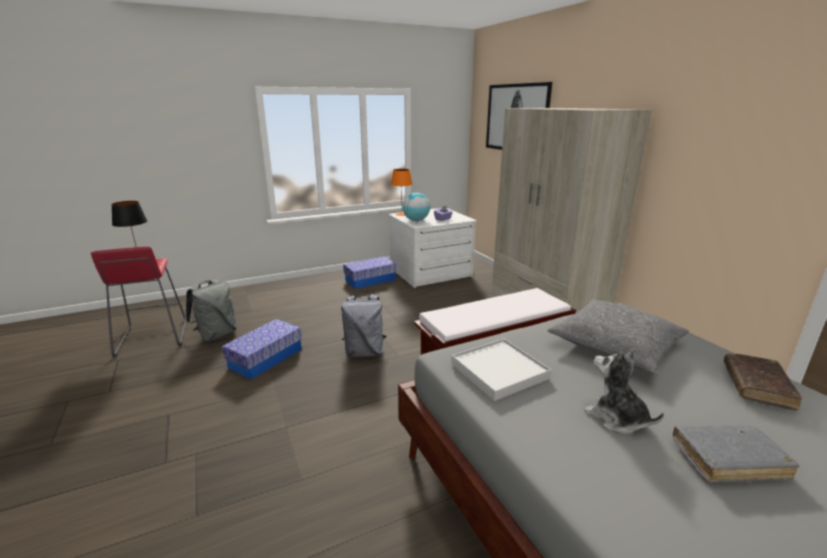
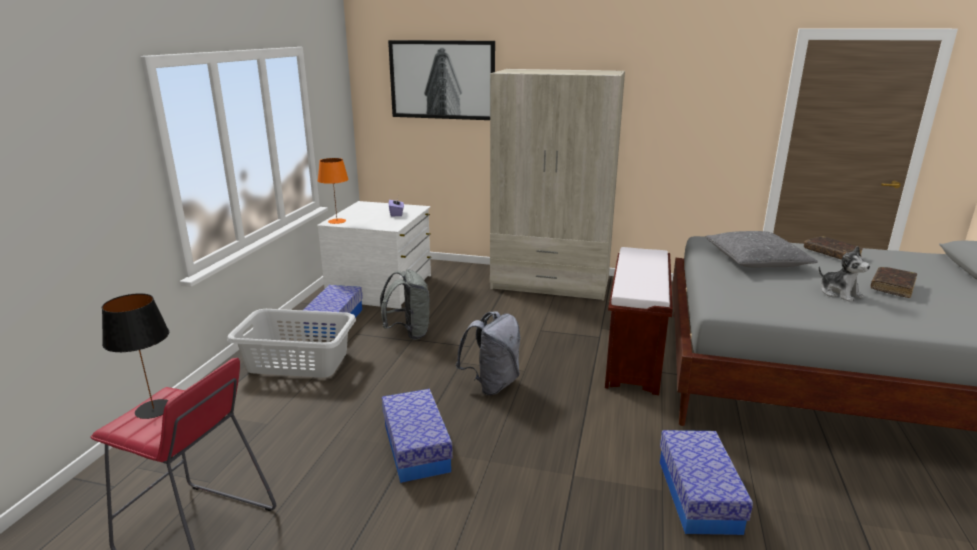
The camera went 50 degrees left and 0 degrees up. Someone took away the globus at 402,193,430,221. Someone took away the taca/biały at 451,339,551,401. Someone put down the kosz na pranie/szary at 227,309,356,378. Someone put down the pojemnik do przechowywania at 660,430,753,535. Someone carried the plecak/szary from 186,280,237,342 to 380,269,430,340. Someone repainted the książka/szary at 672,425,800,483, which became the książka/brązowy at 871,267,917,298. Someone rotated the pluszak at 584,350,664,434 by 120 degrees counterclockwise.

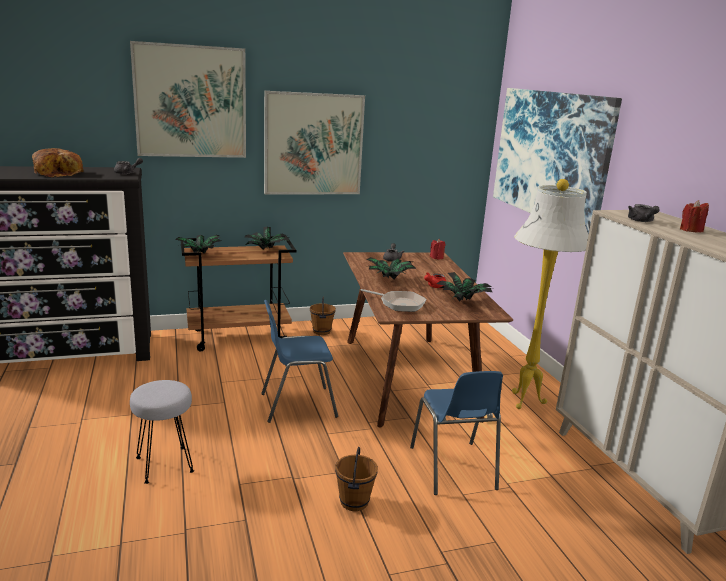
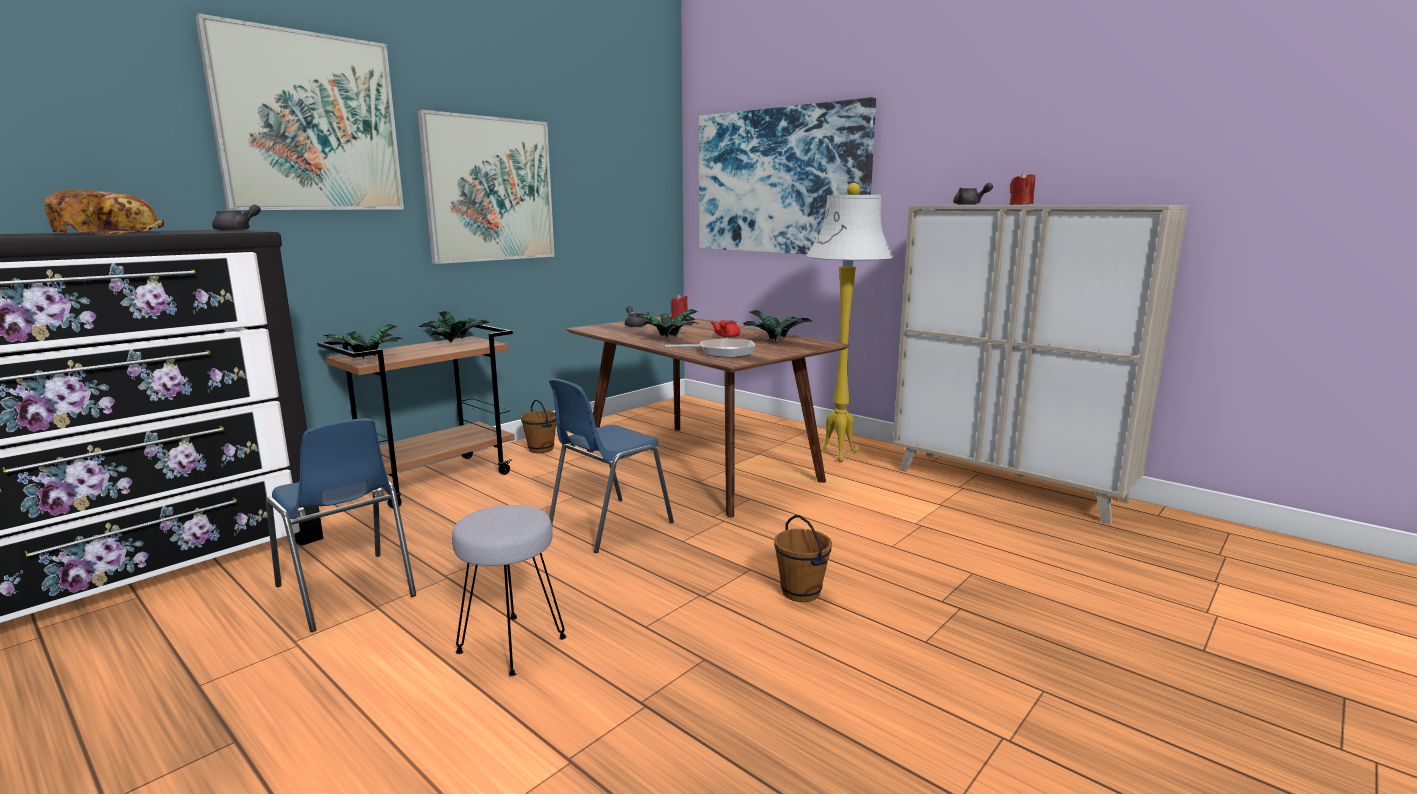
The camera went 30 degrees left and 5 degrees down. Someone carried the krzesło/niebieski from 410,371,503,495 to 266,418,416,632.

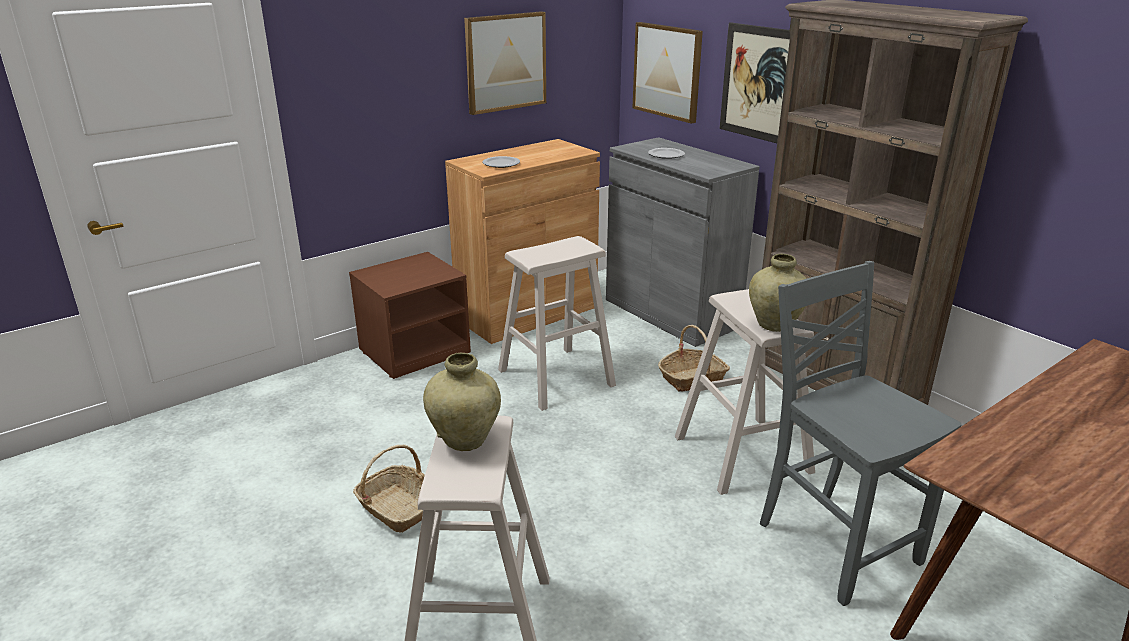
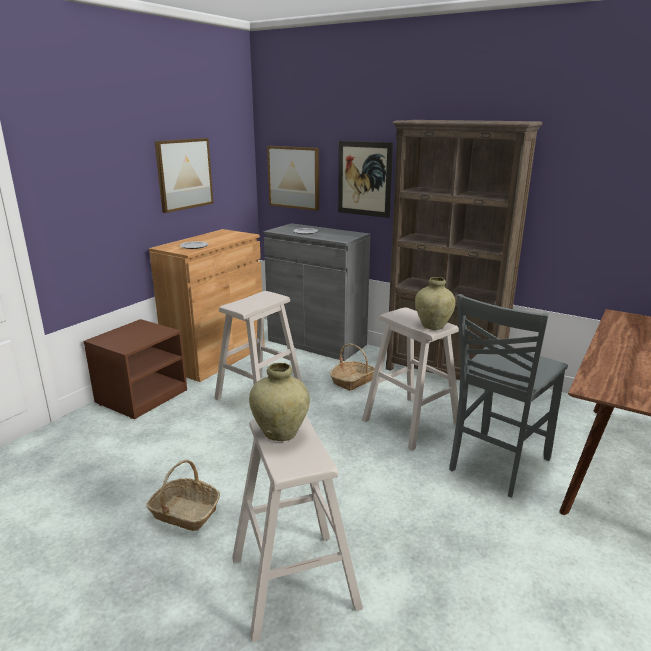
The camera went 20 degrees left and 5 degrees down. Someone rotated the krzesło/szary at 760,261,962,606 by 90 degrees counterclockwise.

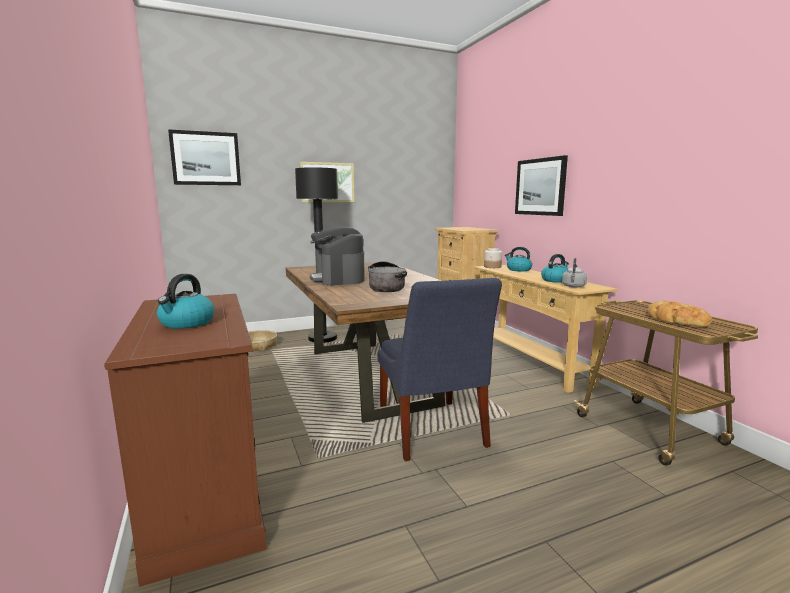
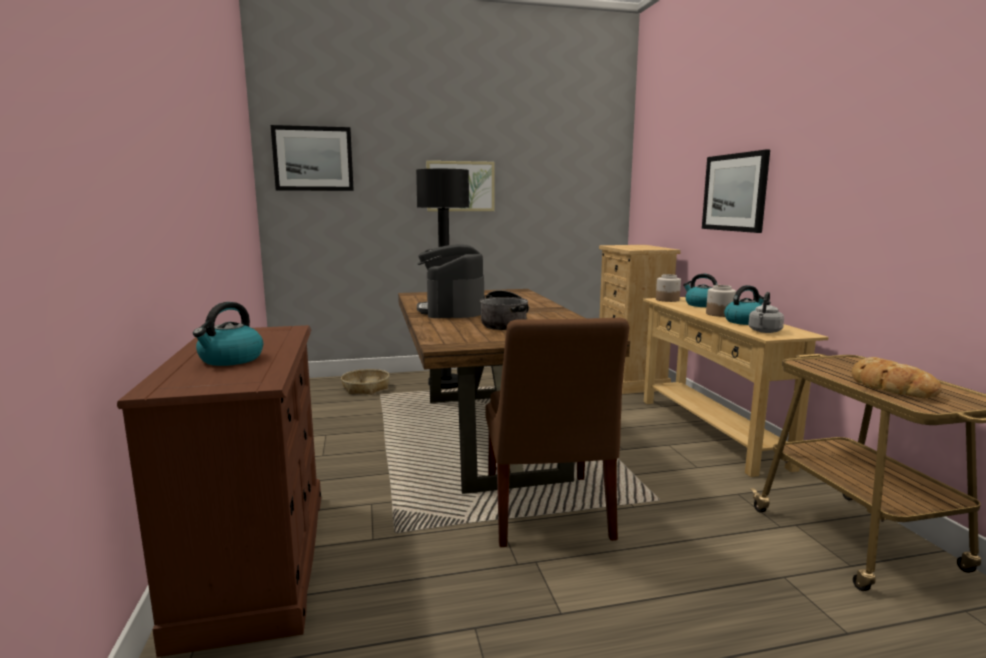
The camera went 10 degrees right and 0 degrees up. Someone put down the słoik at 706,285,736,317. Someone repainted the krzesło/niebieski at 378,278,502,461, which became the krzesło/brązowy at 486,318,630,547.

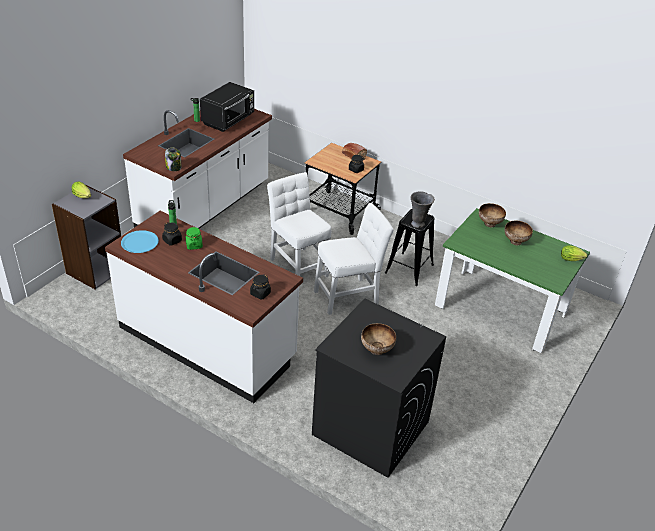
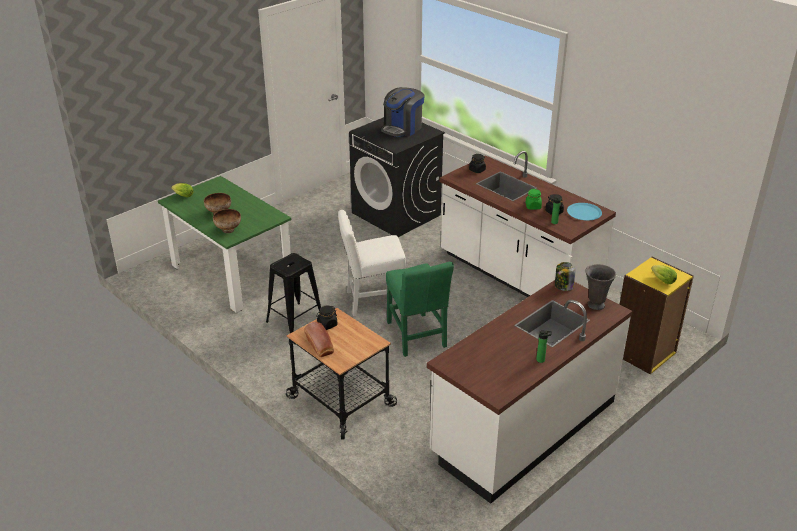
The camera went 165 degrees left and 5 degrees down. Someone took away the mikrofalówka/czarny at 200,82,254,132. Someone carried the wazon/szary from 410,191,435,228 to 585,264,616,310. Someone swapped the miska at 361,323,396,355 for the ekspres do kawy at 381,87,424,137. Someone repainted the regał/szary at 52,185,121,289, which became the regał/żółty at 619,257,694,375. Someone repainted the krzesło/biały at 267,172,331,287, which became the krzesło/zielony at 386,262,454,357.

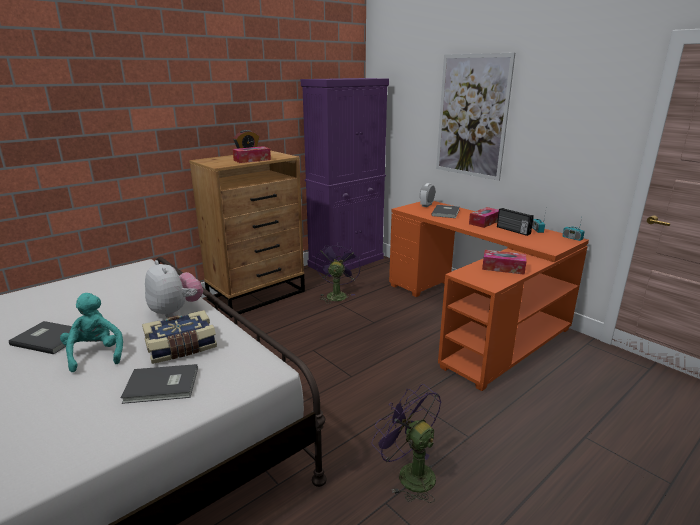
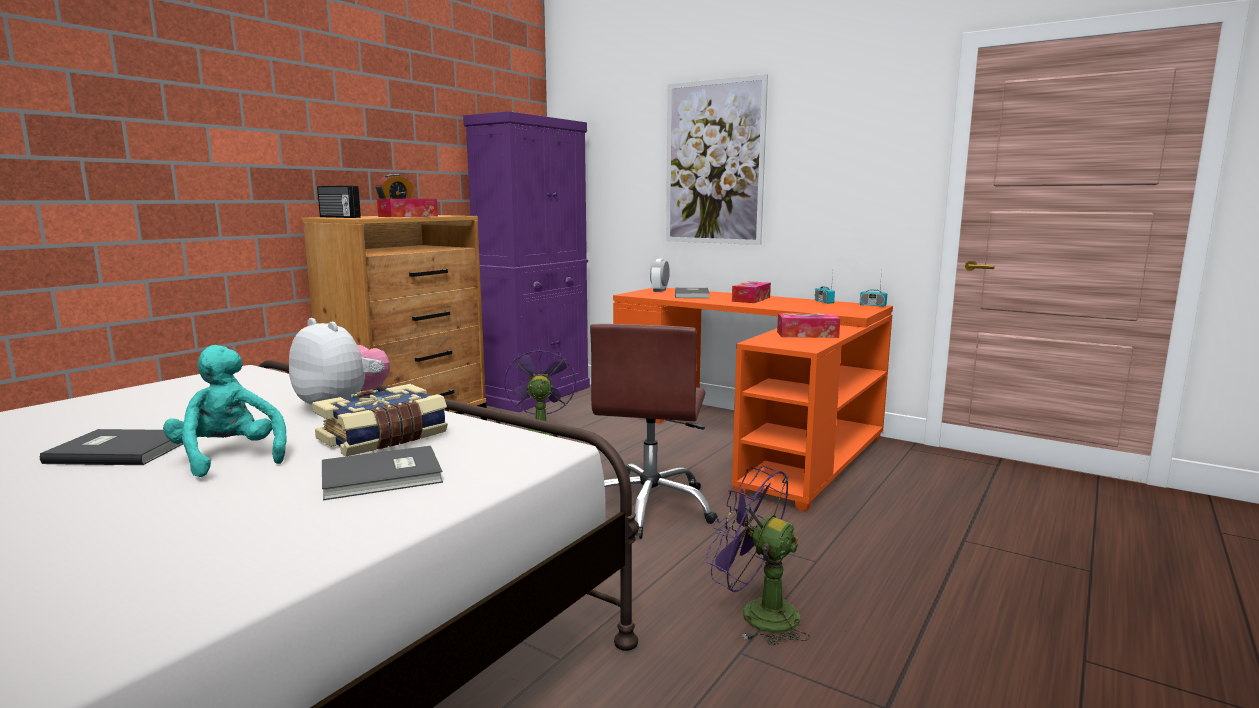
The camera went 15 degrees left and 10 degrees down. Someone put down the krzesło biurowe/brązowy at 590,324,718,539. Someone carried the radio from 497,208,534,236 to 317,186,361,218.

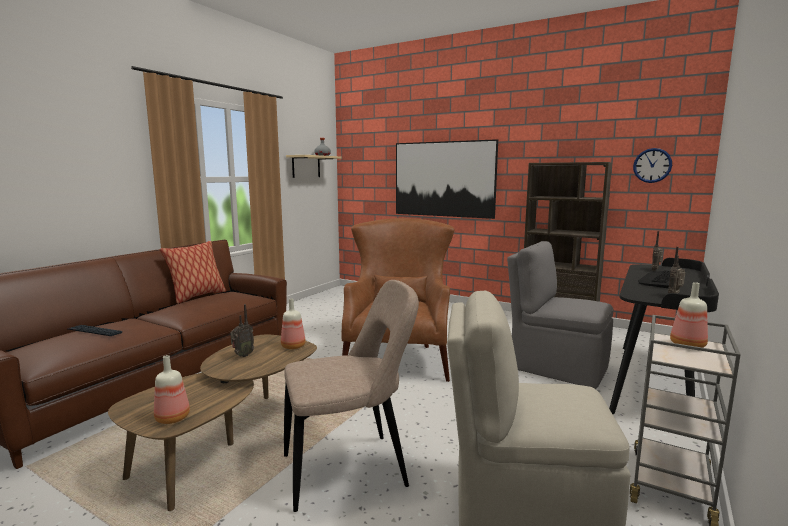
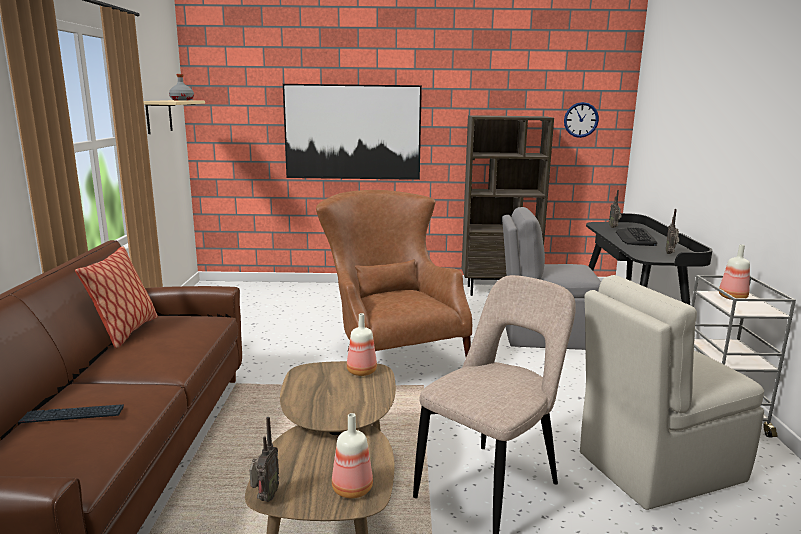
The camera went 30 degrees left and 5 degrees up. Someone carried the radio from 230,304,254,357 to 250,417,279,502.

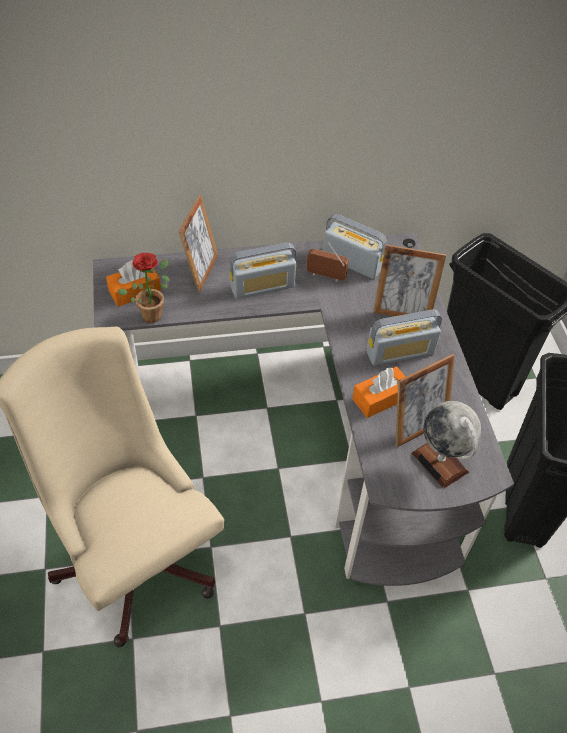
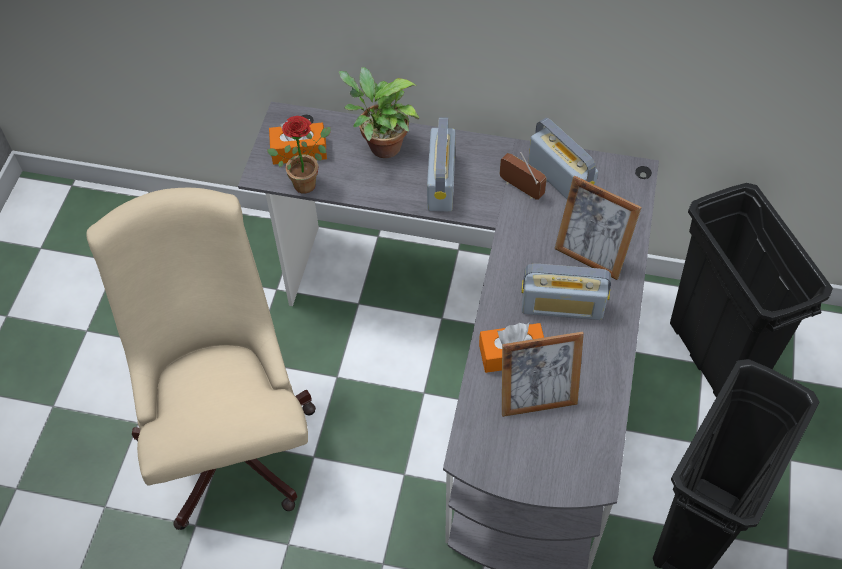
The camera went 25 degrees right and 5 degrees up. Someone took away the globus at 412,401,481,488. Someone swapped the ramka na zdjęcie at 179,195,218,292 for the roślina doniczkowa at 339,67,419,158. Someone rotated the radio at 229,243,296,299 by 90 degrees counterclockwise.

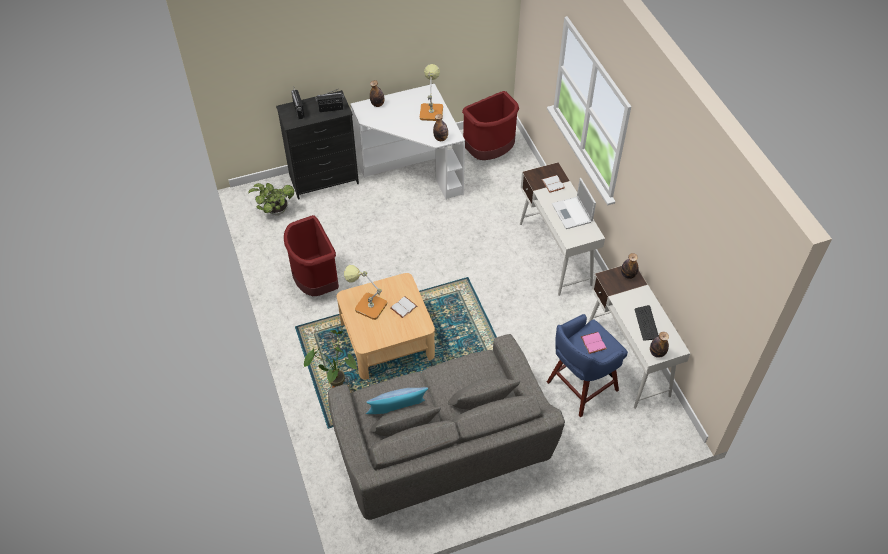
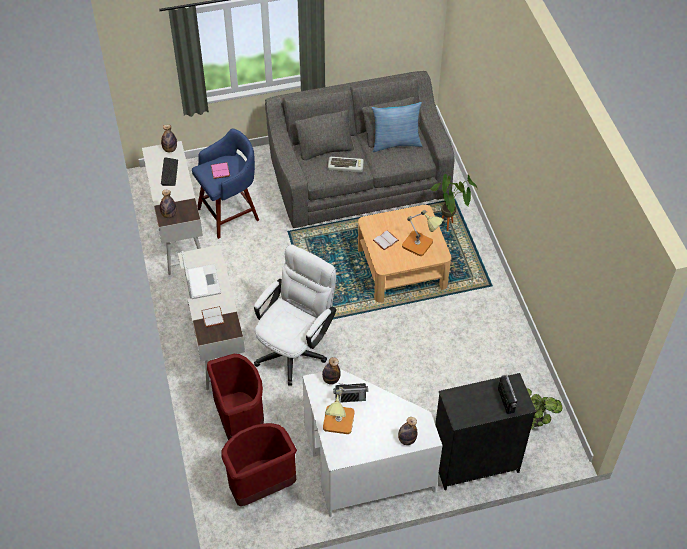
The camera went 175 degrees left and 0 degrees up. Someone put down the krzesło biurowe/biały at 254,244,337,386. Someone put down the klawiatura at 328,157,364,173. Someone carried the kosz na śmieci/czerwony from 284,215,339,296 to 207,354,264,440. Someone carried the radio from 315,89,344,112 to 333,383,368,402.

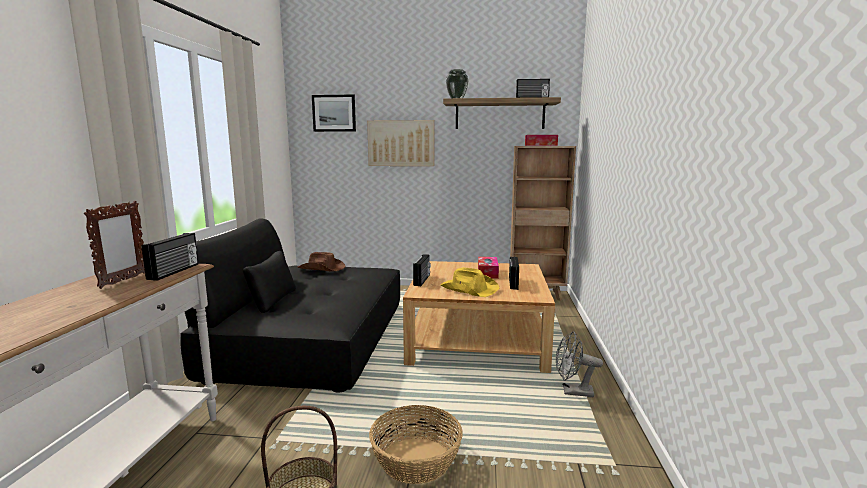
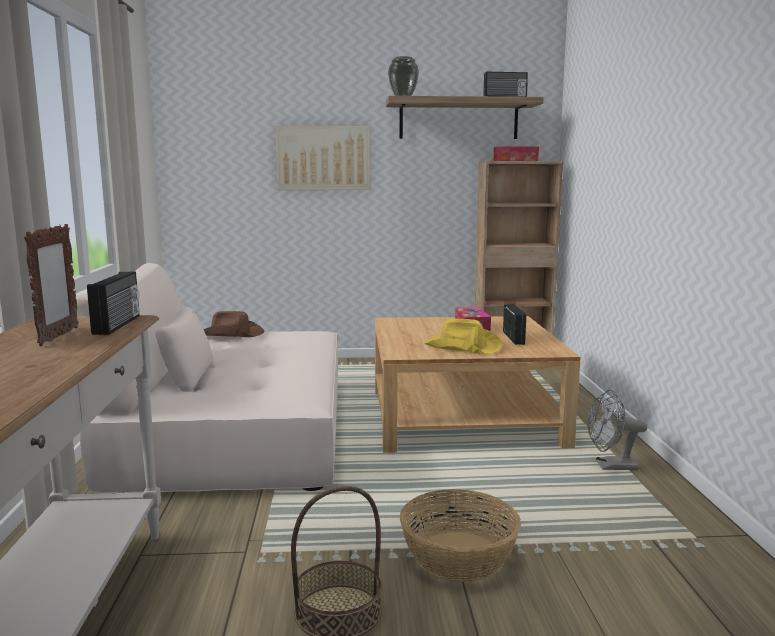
The camera went 10 degrees left and 0 degrees up. Someone took away the obraz at 312,95,356,132. Someone took away the radio at 413,254,431,286. Someone repainted the kanapa/czarny at 180,218,400,392, which became the kanapa/beżowy at 76,263,338,493.

